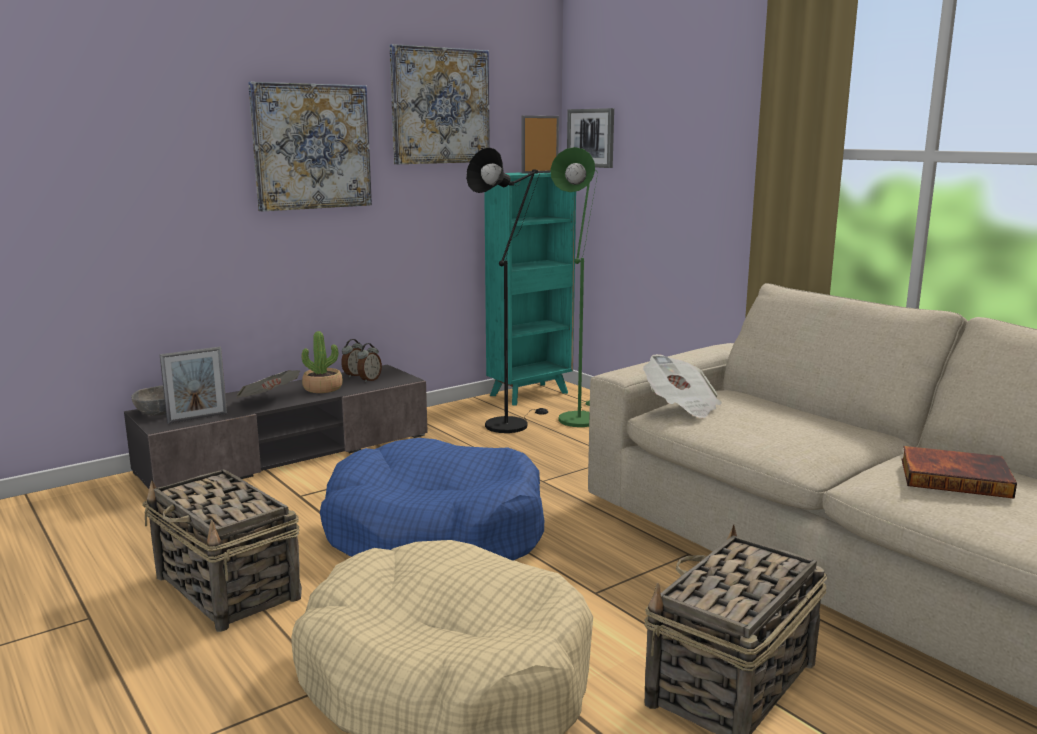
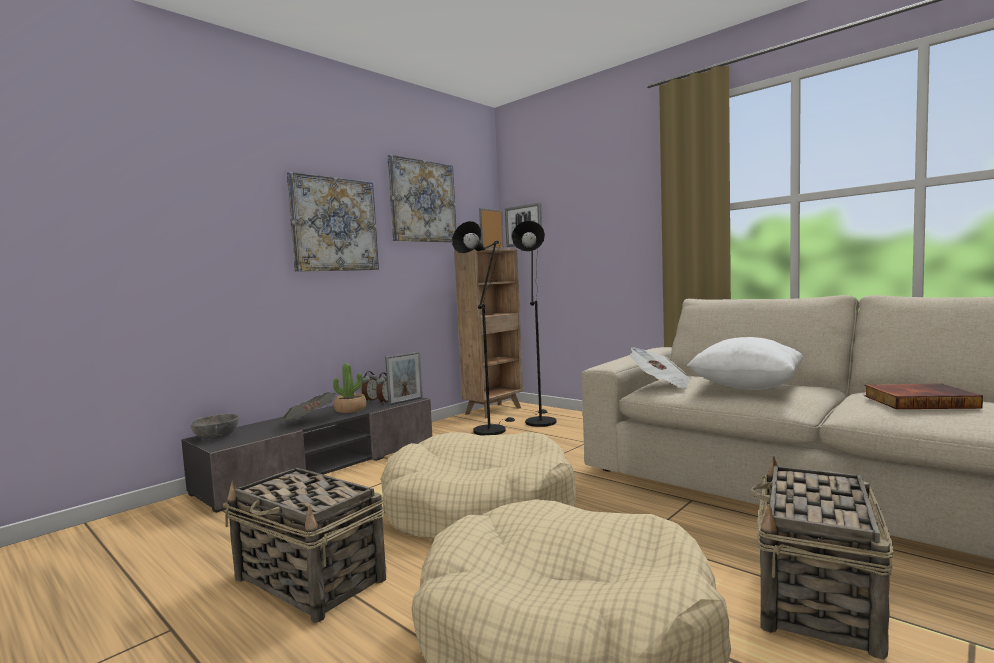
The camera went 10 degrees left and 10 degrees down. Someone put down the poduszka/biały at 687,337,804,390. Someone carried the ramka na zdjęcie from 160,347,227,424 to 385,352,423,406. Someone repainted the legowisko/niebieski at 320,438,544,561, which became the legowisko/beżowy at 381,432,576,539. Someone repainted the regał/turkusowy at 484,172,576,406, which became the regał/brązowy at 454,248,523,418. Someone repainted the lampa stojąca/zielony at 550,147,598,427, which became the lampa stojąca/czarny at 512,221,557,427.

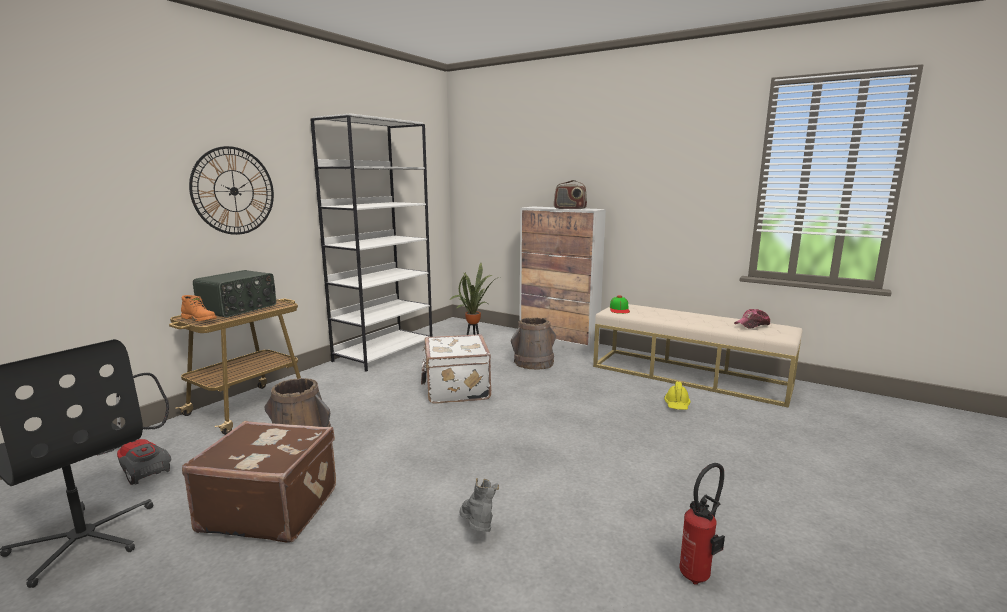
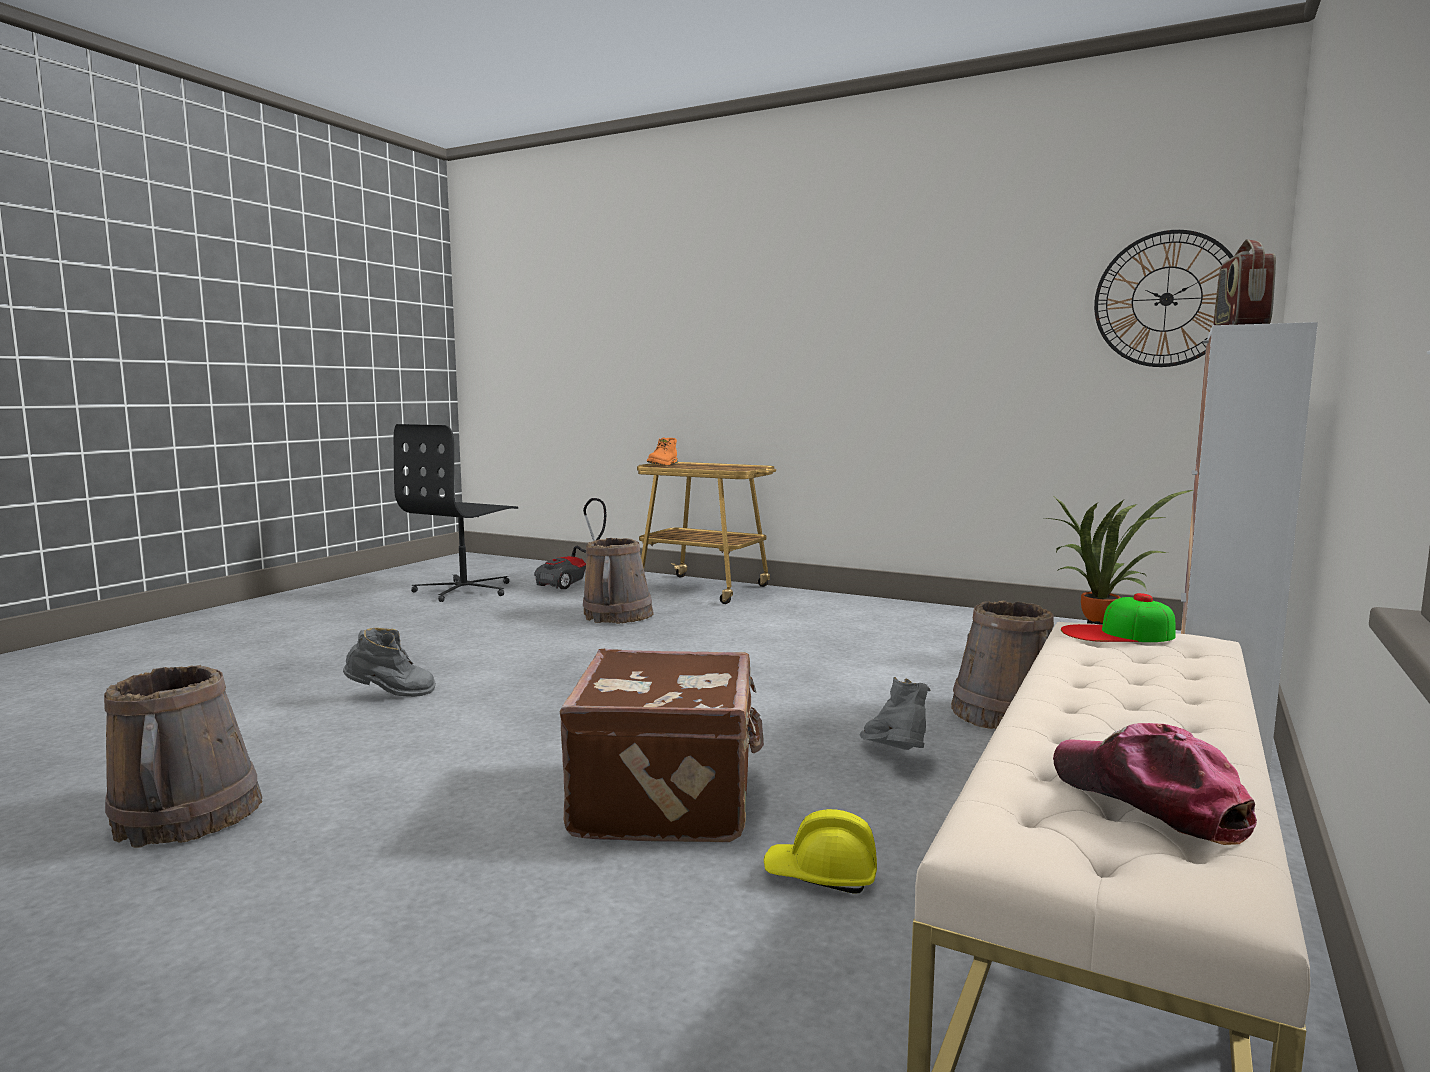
The camera went 85 degrees right and 5 degrees down. Someone took away the radio at 193,270,276,318. Someone took away the regał/biały at 310,113,432,372. Someone took away the walizka/biały at 421,334,491,404. Someone put down the but z cholewką/szary at 860,677,930,750. Someone carried the walizka/brązowy from 182,421,336,543 to 560,649,764,842. Someone carried the zegar ścienny from 189,146,274,235 to 1094,230,1234,367. Someone swapped the gaśnica at 679,463,725,585 for the wiadro/brązowy at 104,665,262,848.

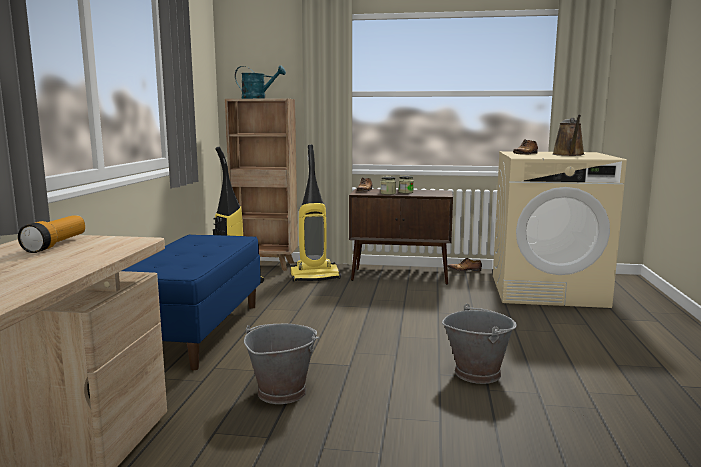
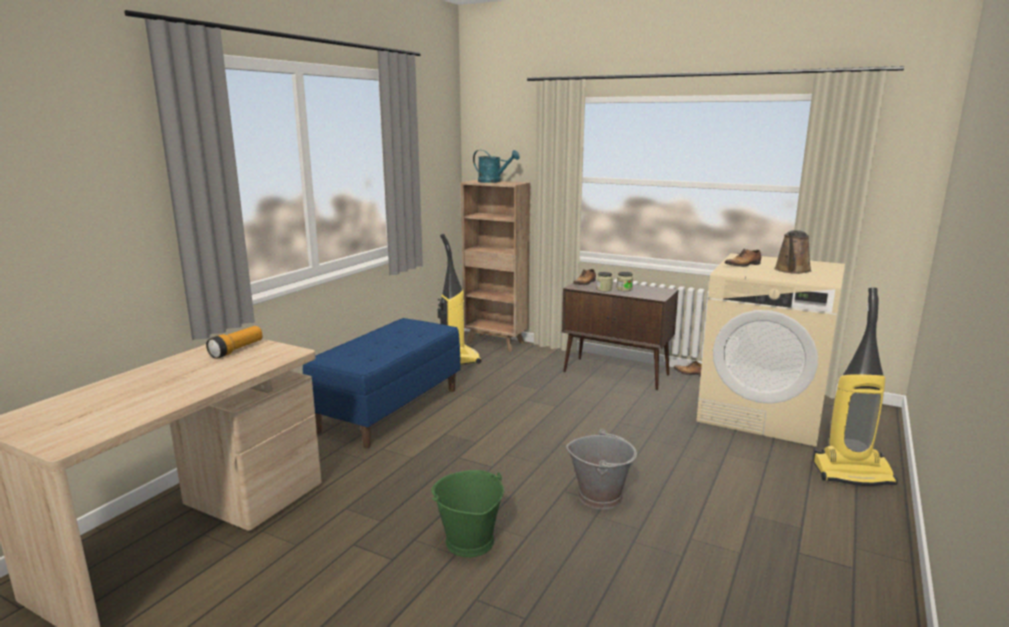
The camera went 20 degrees right and 5 degrees up. Someone took away the wiadro/szary at 244,324,319,404. Someone put down the wiadro/zielony at 431,470,504,557. Someone carried the odkurzacz from 290,145,341,282 to 813,287,898,486.

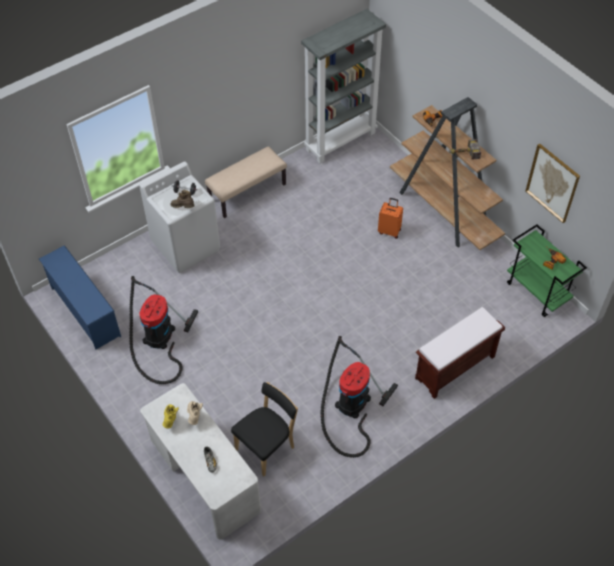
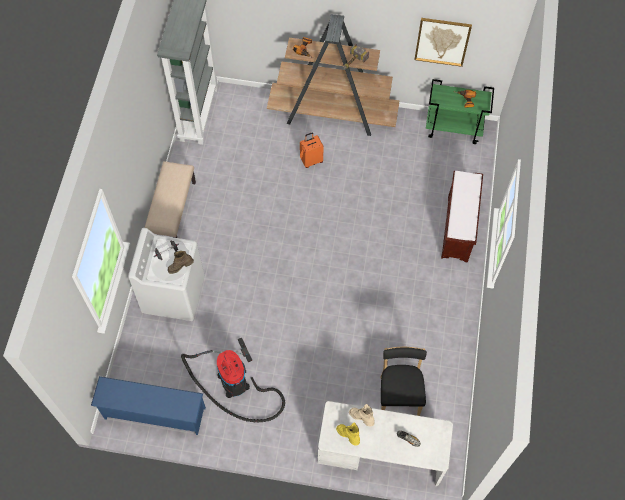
The camera went 45 degrees left and 10 degrees up. Someone took away the odkurzacz at 321,336,398,458.

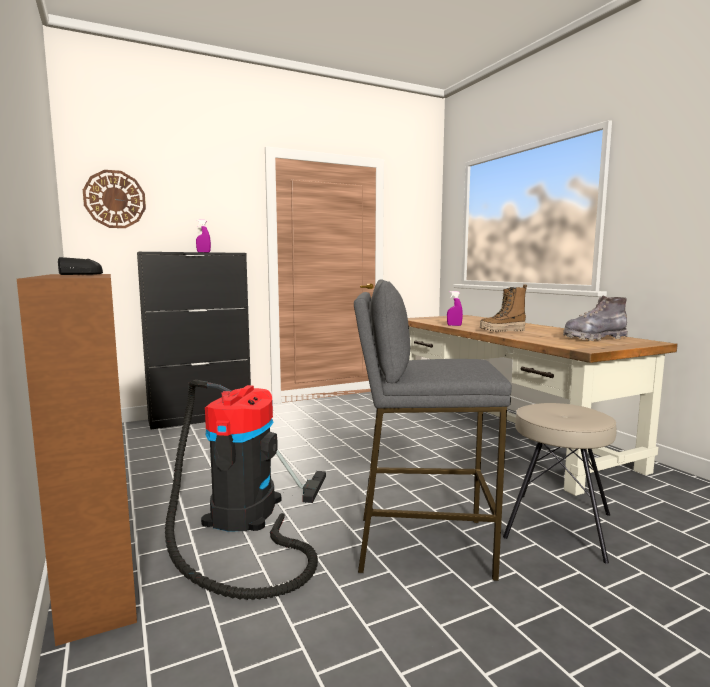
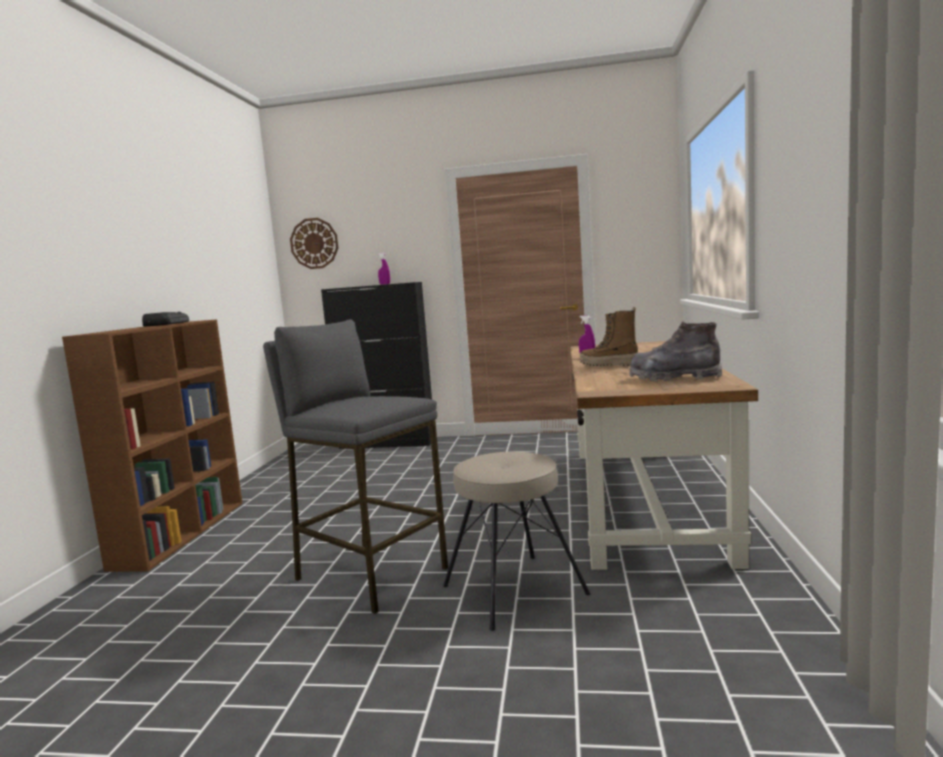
The camera went 35 degrees right and 0 degrees up. Someone took away the odkurzacz at 165,380,326,600.

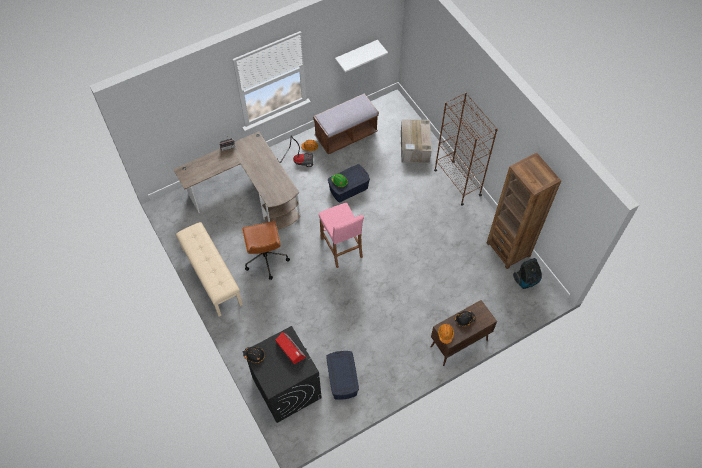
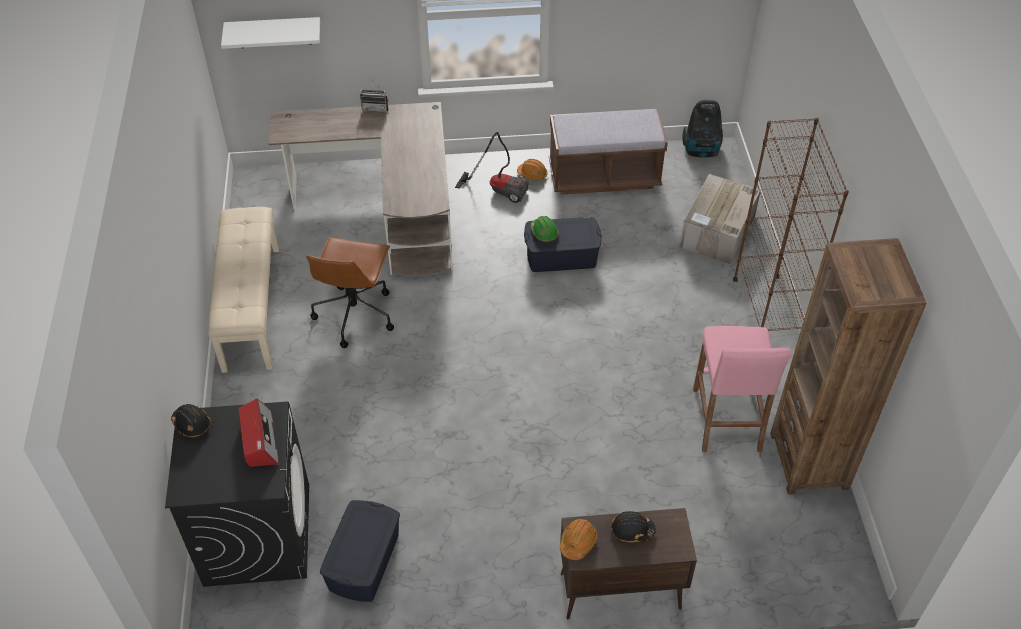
The camera went 25 degrees right and 10 degrees down. Someone carried the stołek/różowy from 319,203,364,268 to 693,326,791,452. Someone carried the półka/biały from 335,40,388,72 to 221,17,320,49. Someone carried the odkurzacz from 513,258,542,289 to 682,100,723,157.

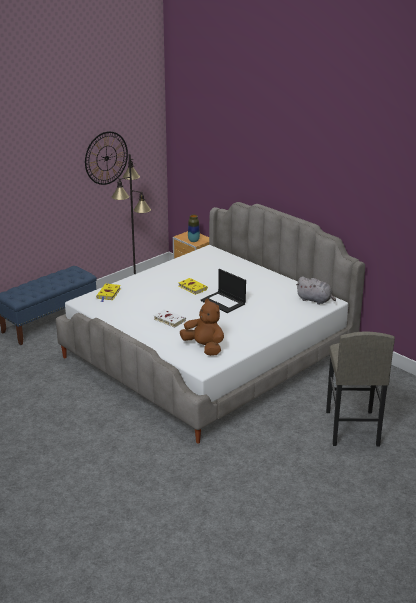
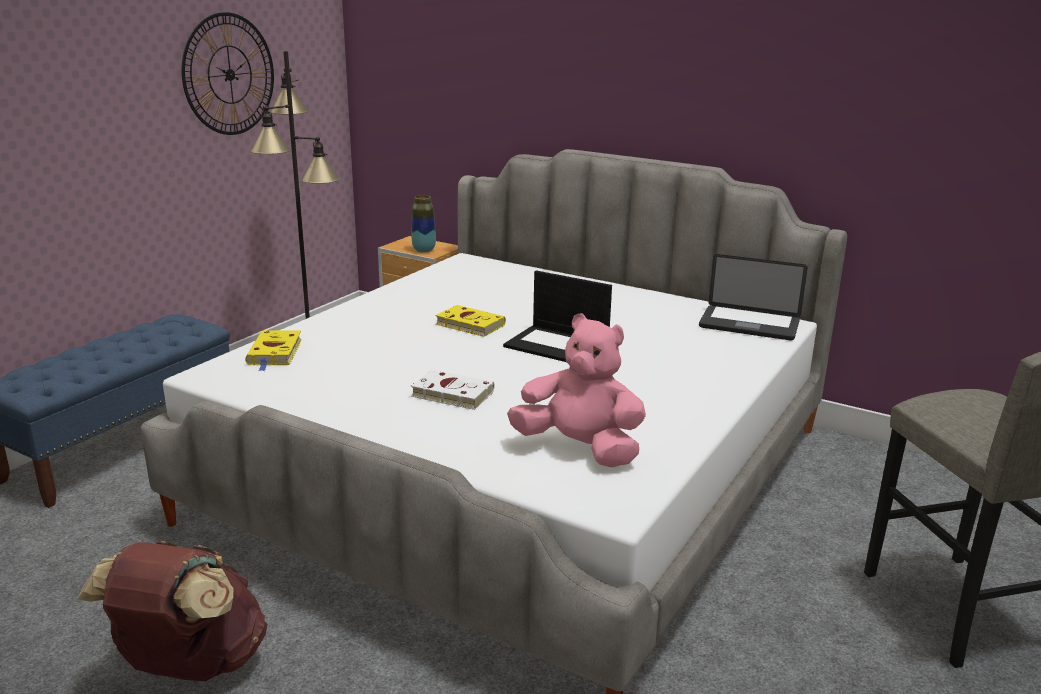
The camera went 15 degrees left and 5 degrees down. Someone put down the plecak/brązowy at 78,541,267,681. Someone swapped the pluszak/szary at 296,276,336,305 for the laptop at 699,254,808,341. Someone repainted the pluszak/brązowy at 180,298,224,356, which became the pluszak/różowy at 507,313,646,468.

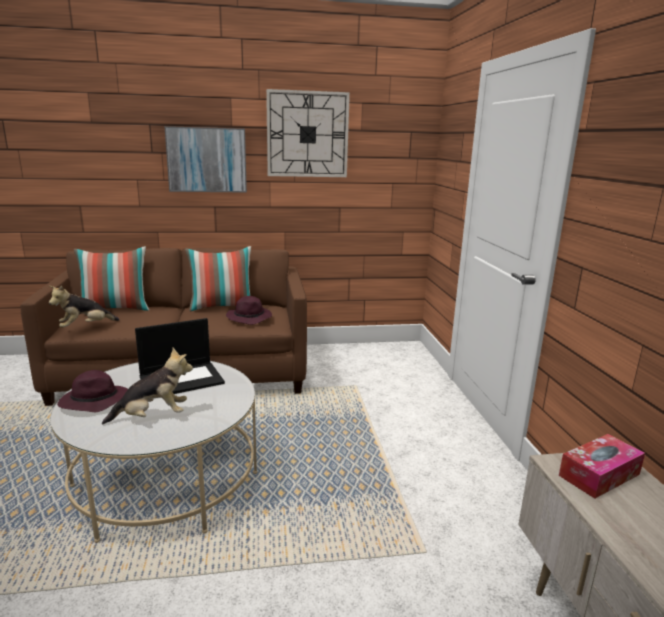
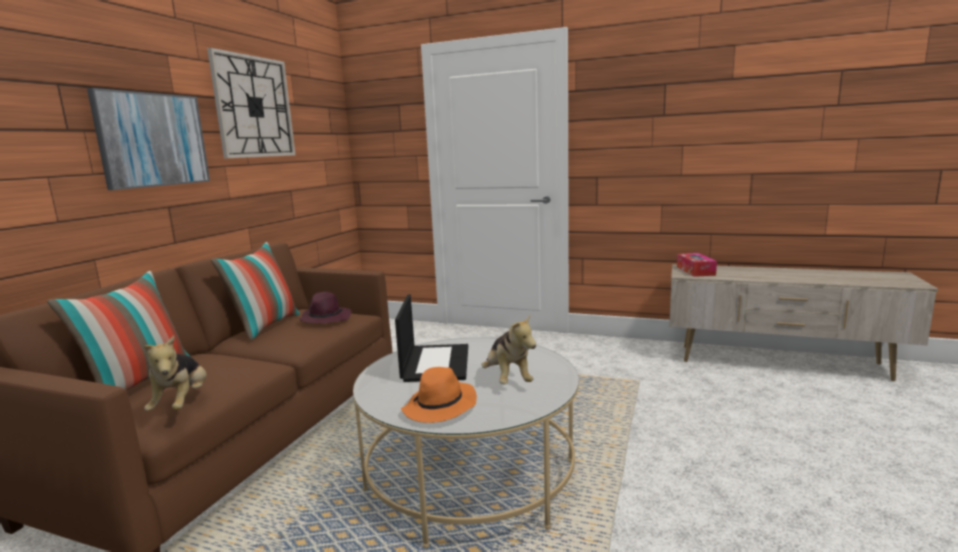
The camera went 60 degrees left and 5 degrees down. Someone repainted the kapelusz/fioletowy at 57,370,128,412, which became the kapelusz/pomarańczowy at 401,367,477,423. Someone rotated the pluszak at 102,348,193,425 by 150 degrees clockwise.

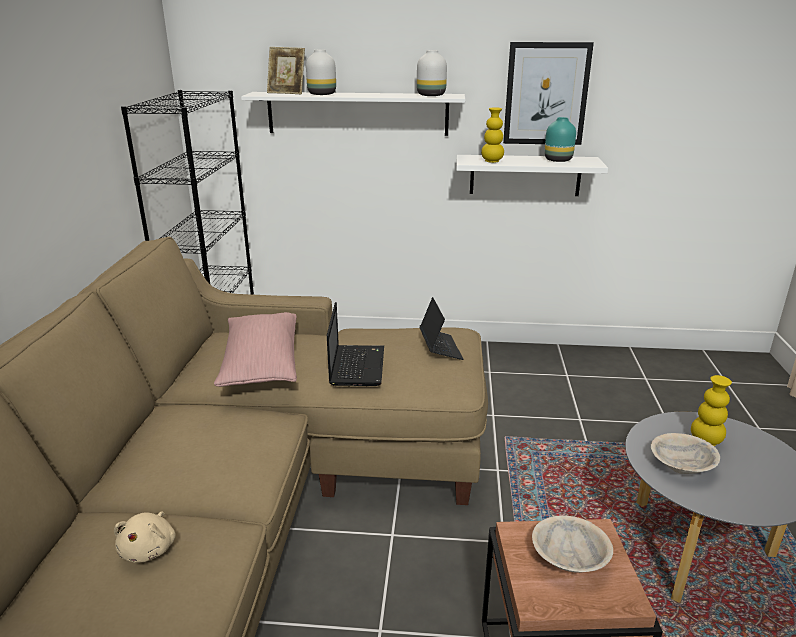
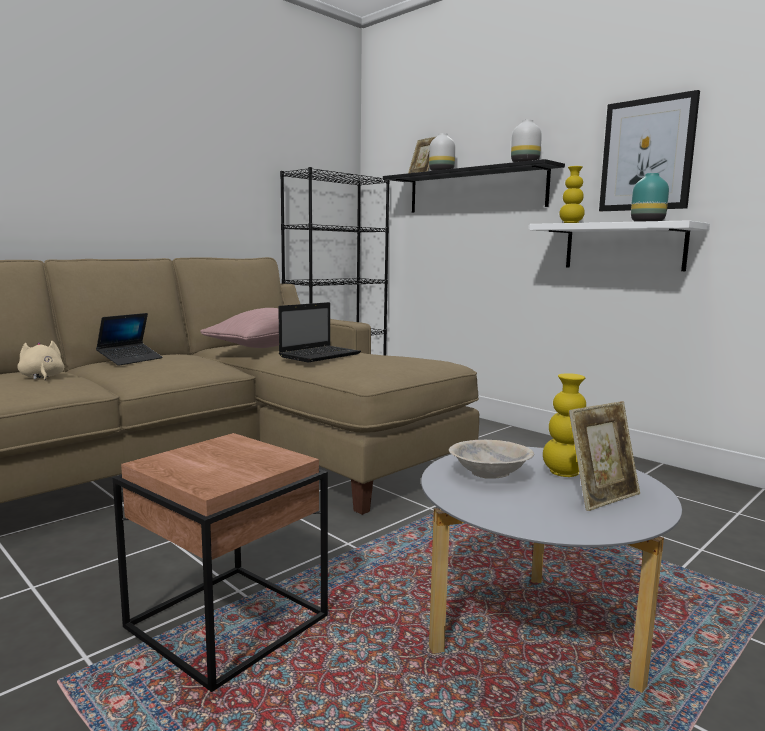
The camera went 40 degrees right and 15 degrees down. Someone took away the miska/beżowy at 532,515,613,573. Someone put down the ramka na zdjęcie at 569,401,640,511. Someone carried the laptop from 420,297,463,360 to 96,313,163,366. Someone repainted the półka/biały at 241,92,465,136, which became the półka/czarny at 383,159,565,213. Someone rotated the pluszak/beżowy at 114,511,176,563 by 105 degrees clockwise.

